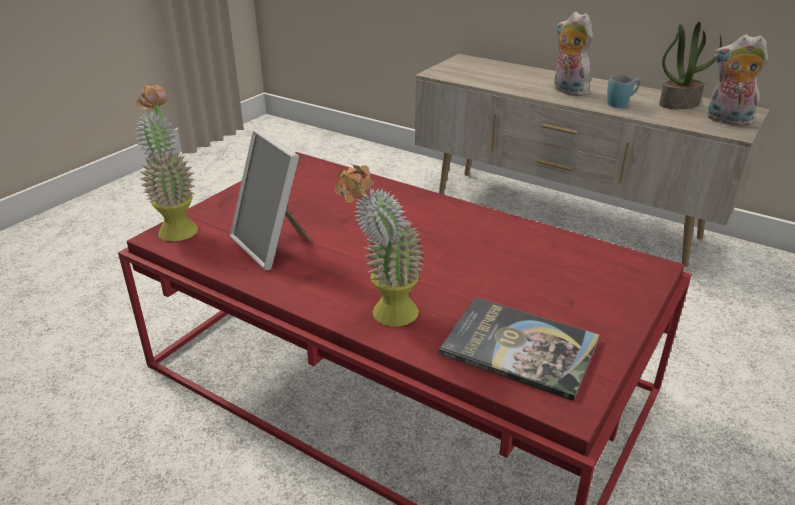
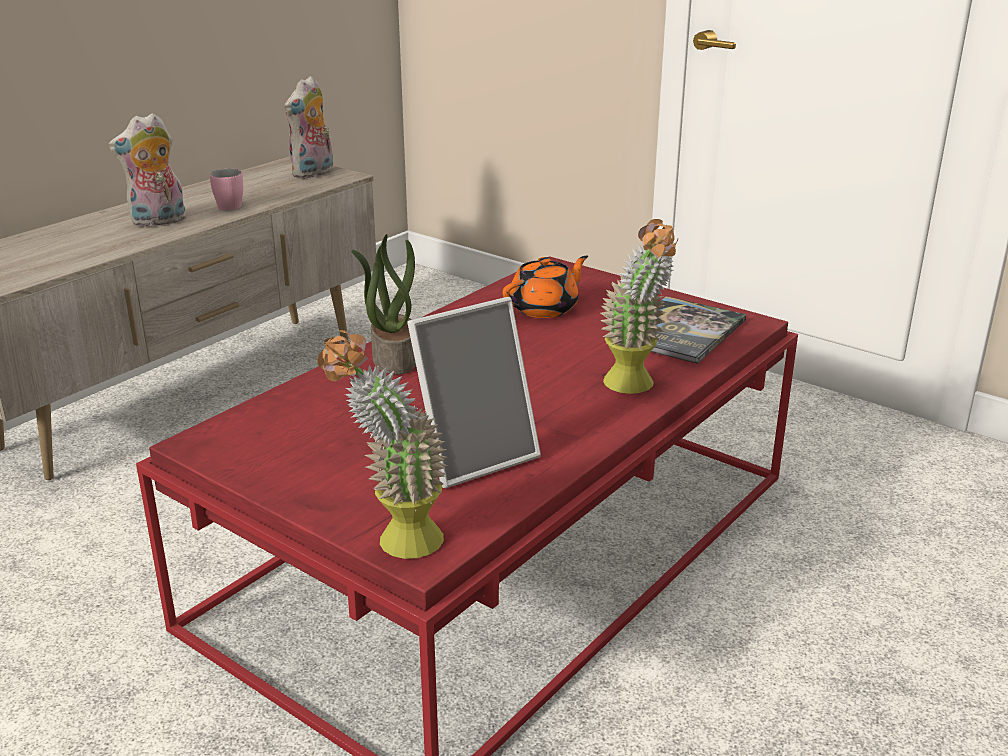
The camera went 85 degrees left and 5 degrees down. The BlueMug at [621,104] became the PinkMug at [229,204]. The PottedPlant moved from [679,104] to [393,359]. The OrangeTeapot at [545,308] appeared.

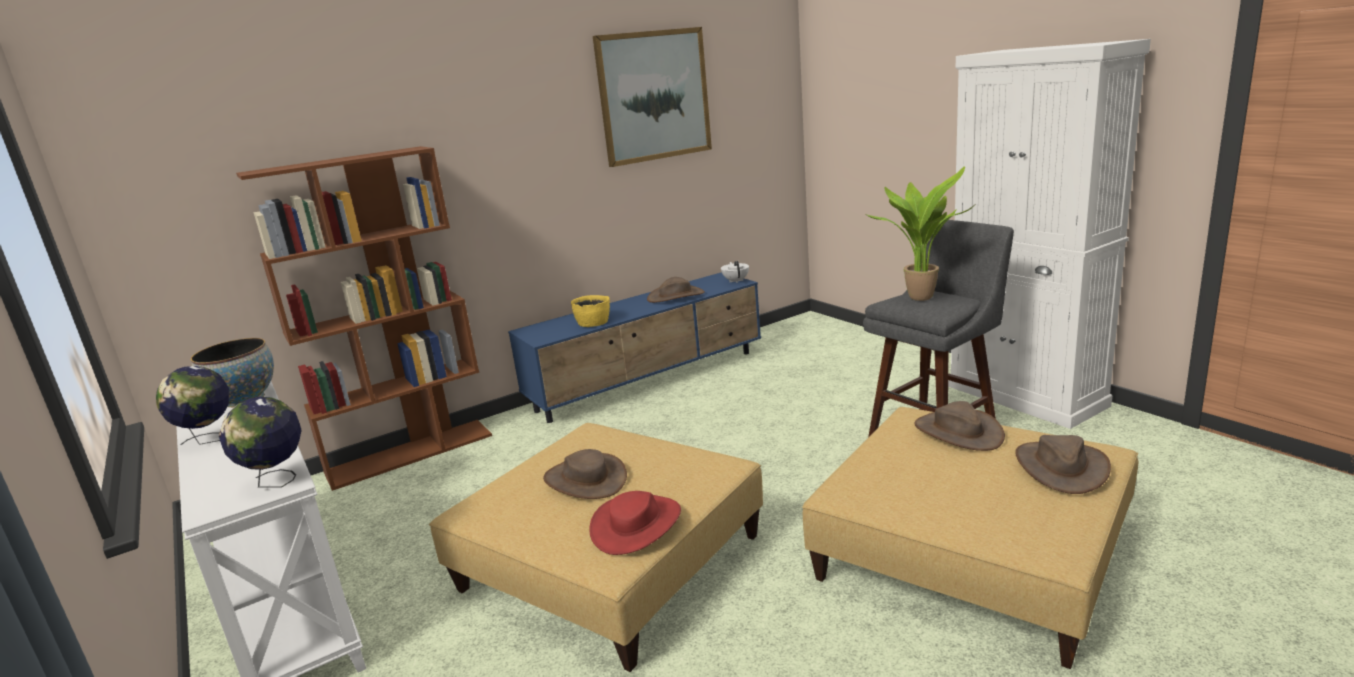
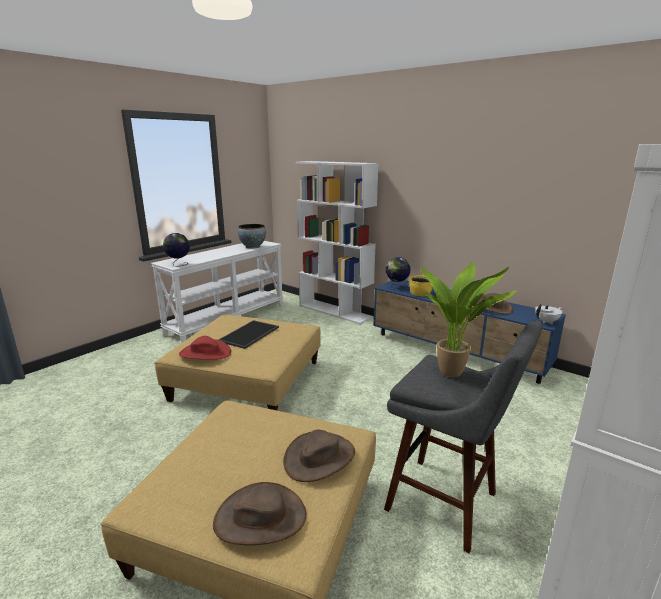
The camera went 70 degrees right and 0 degrees up. The BrownHat at [585,479] was replaced by the Tray at [249,334]. The BrownBookcase at [410,453] became the WhiteBookcase at [335,311]. The Globe moved from [208,440] to [396,287]. The Picture at [654,96] disappeared.

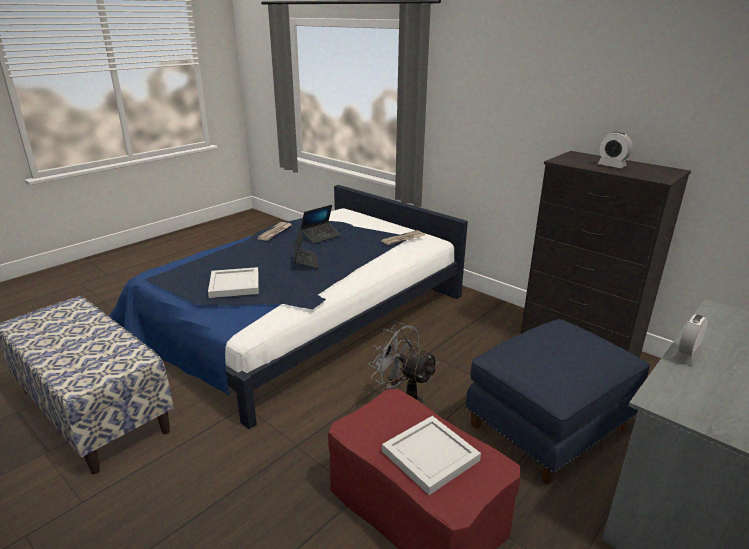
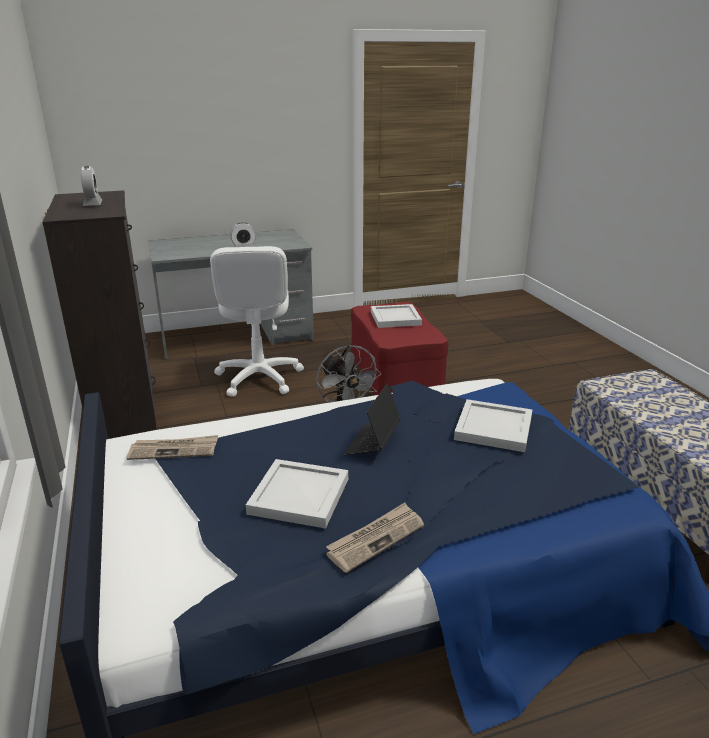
The camera went 150 degrees left and 0 degrees up. The BlueOttoman at [547,426] was replaced by the WhiteOfficeChair at [258,378]. The Laptop at [321,236] was replaced by the WhiteTray at [297,496].

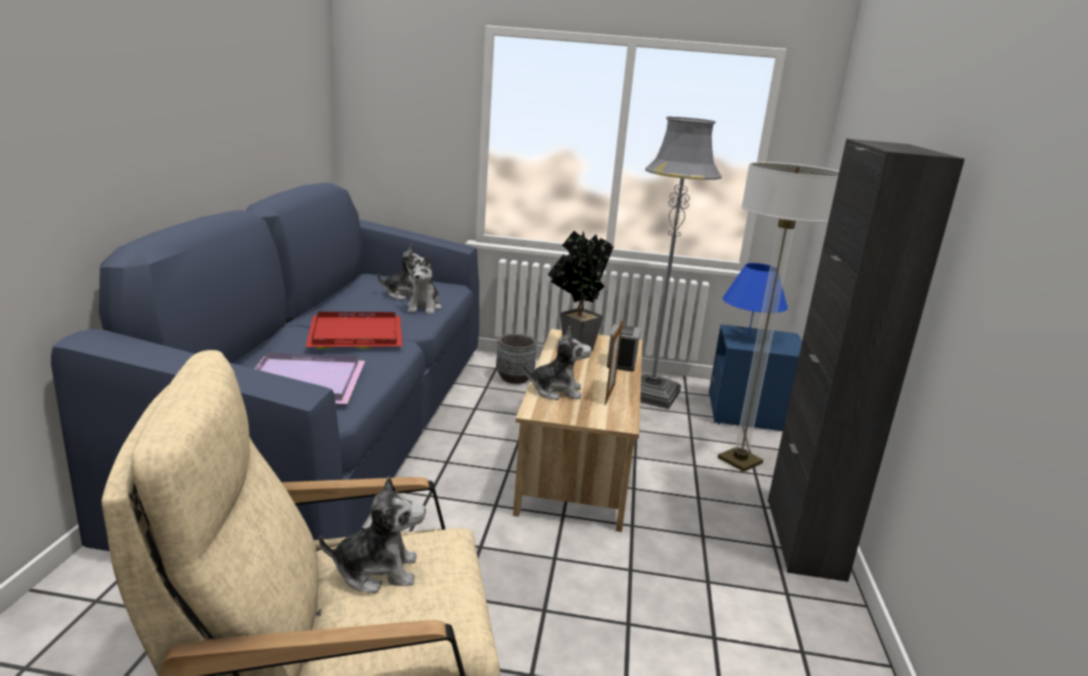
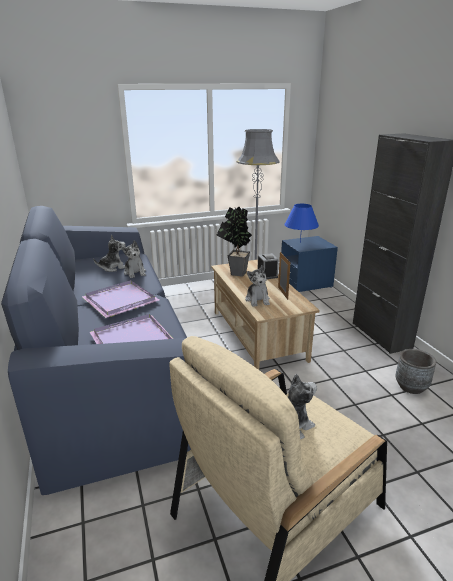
The camera went 25 degrees left and 5 degrees up. The RedTray at [357,333] became the PurpleTray at [121,300]. The PlushToy at [556,391] turned 105 degrees clockwise. The GreyPlanter moved from [514,378] to [411,386]. The FloorLamp at [739,461] disappeared.

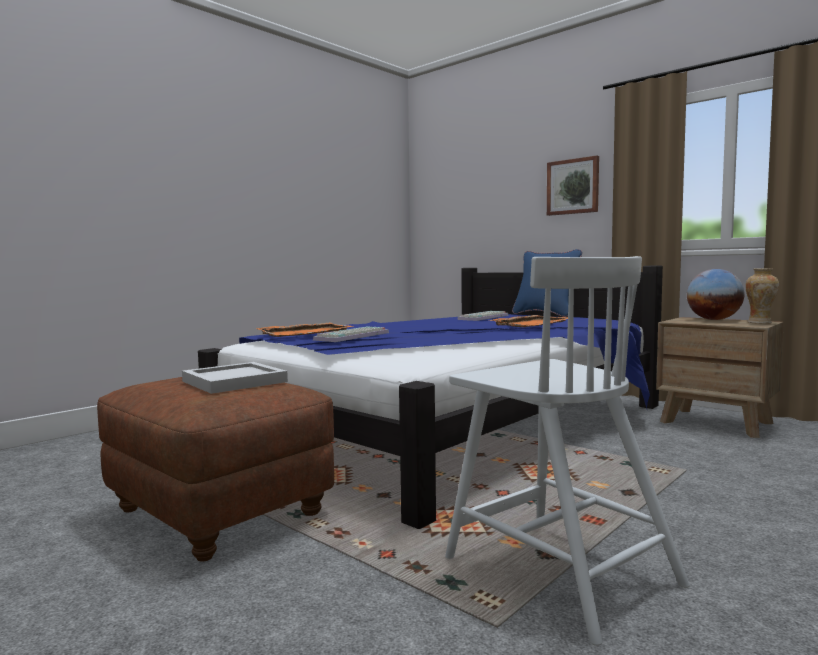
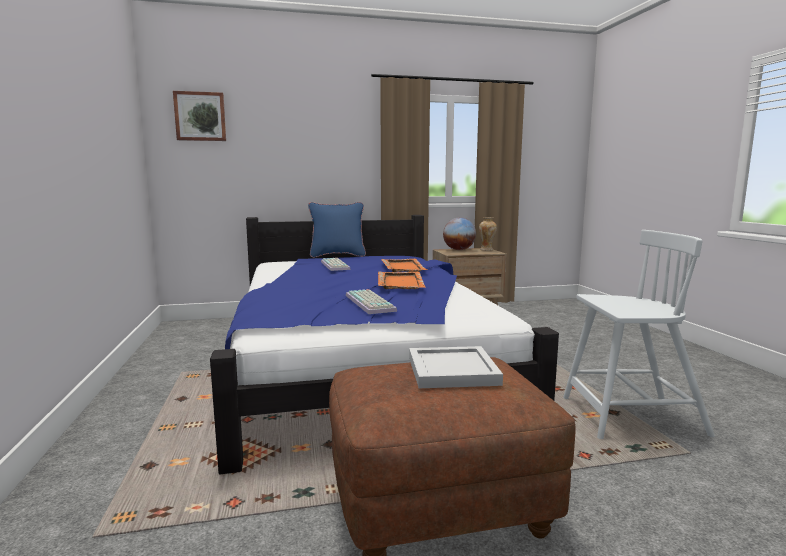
The camera went 55 degrees left and 5 degrees up. The Picture moved from [573,186] to [200,116]. The OrangeTray moved from [306,332] to [400,282].

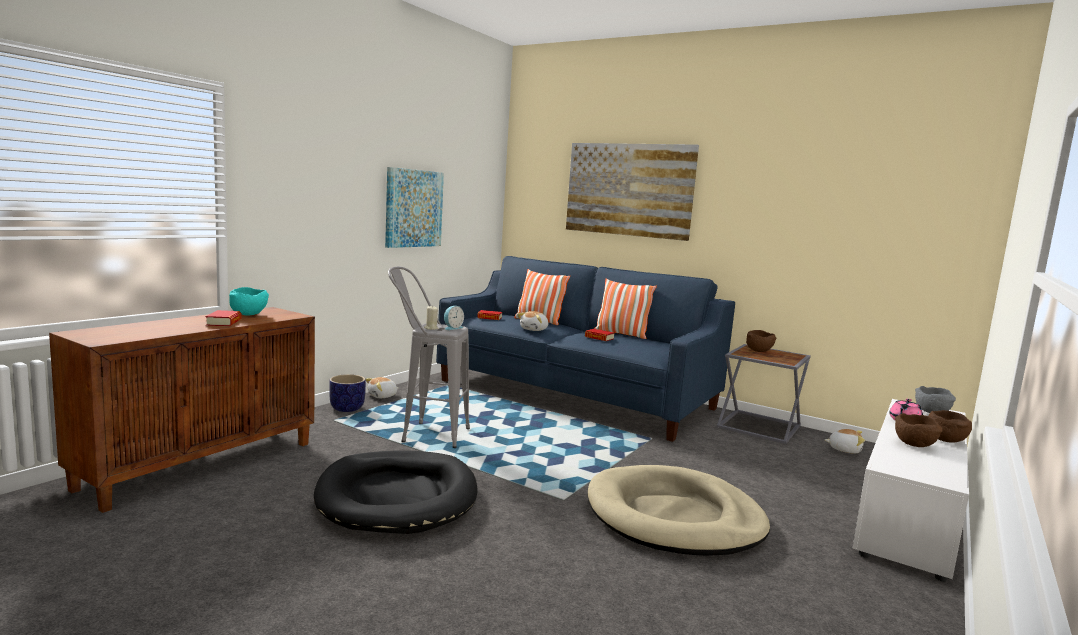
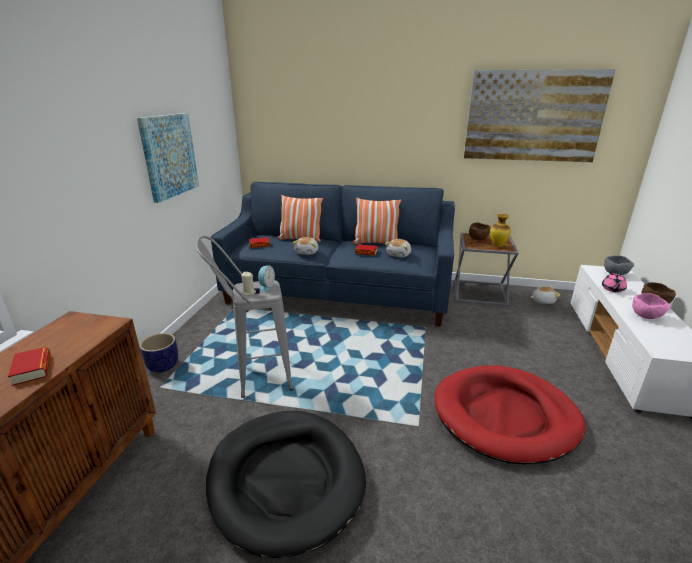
The camera went 20 degrees left and 15 degrees up. The PlushToy moved from [382,396] to [399,254]. The BeigeDogBed at [674,517] became the RedDogBed at [505,416]. The Picture moved from [629,190] to [533,116]. The Vase at [497,246] appeared. The BrownBowl at [915,445] became the PinkBowl at [646,316]. The TurquoiseBowl at [249,314] disappeared.

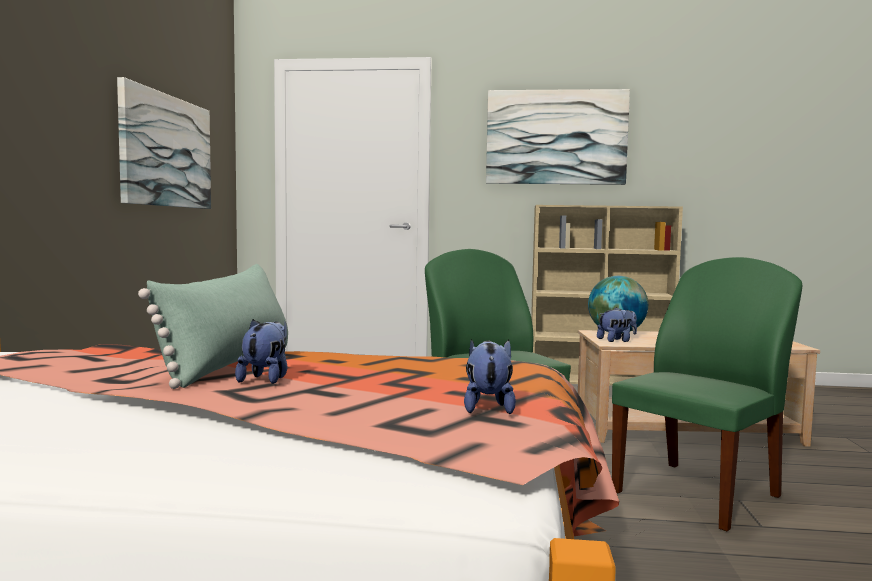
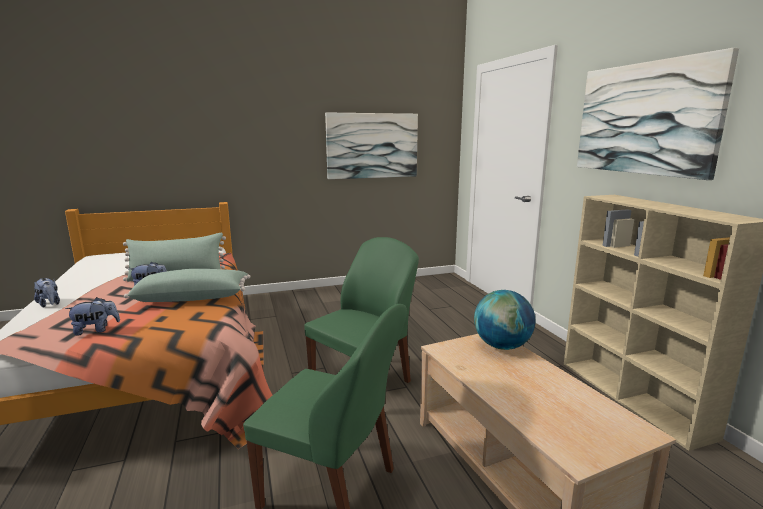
The camera went 65 degrees right and 10 degrees up. The PlushToy moved from [617,340] to [49,304]. The GreenPillow at [193,297] appeared.

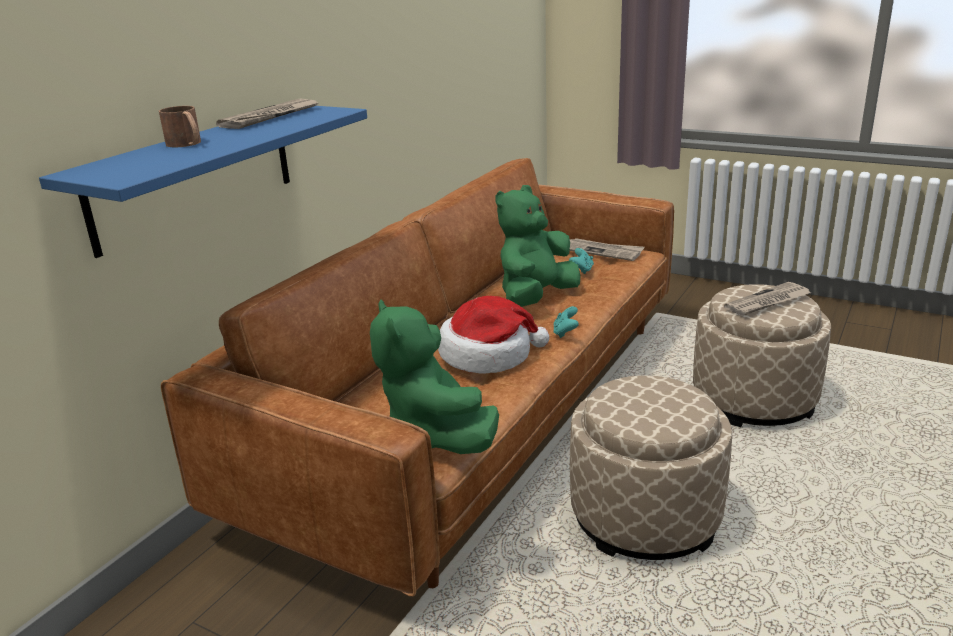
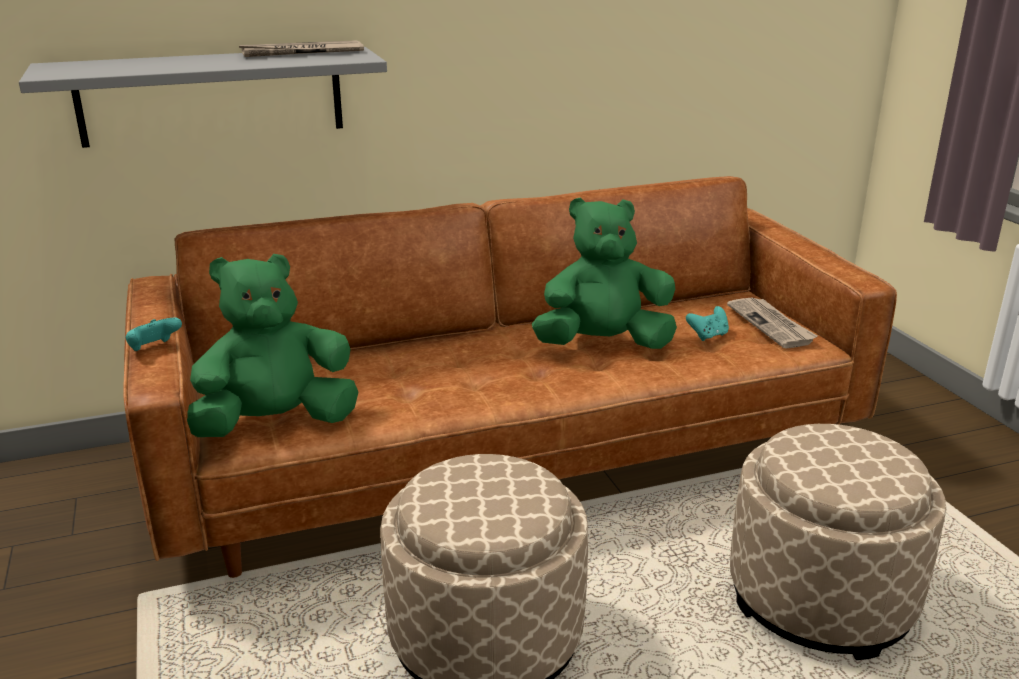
The camera went 40 degrees right and 0 degrees up. The BlueShelf at [195,175] became the GreyShelf at [212,96]. The TurquoiseGameController moved from [565,333] to [154,349]. The GreenPlushToy at [434,436] turned 45 degrees clockwise. The BrownMug at [187,144] disappeared. The Hat at [488,355] disappeared. The Newspaper at [768,302] disappeared.

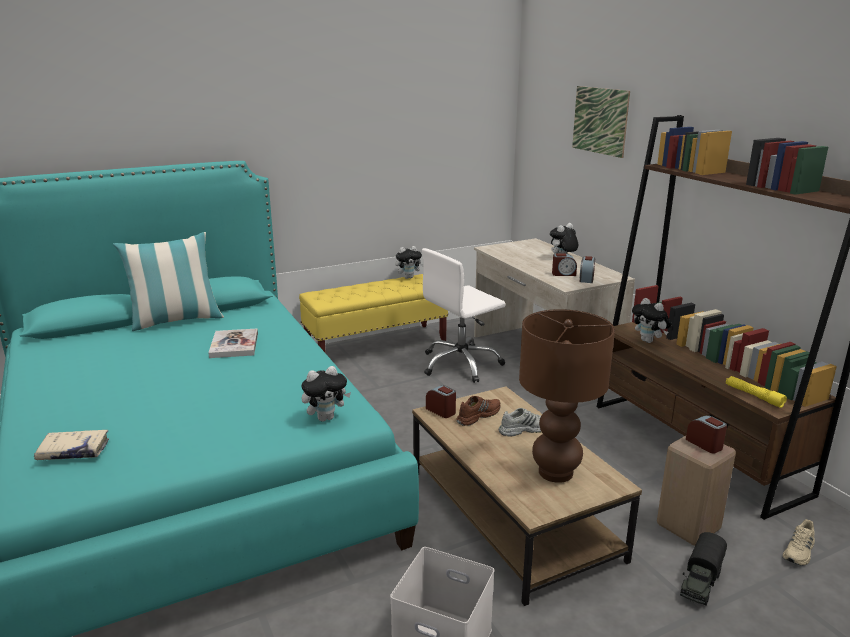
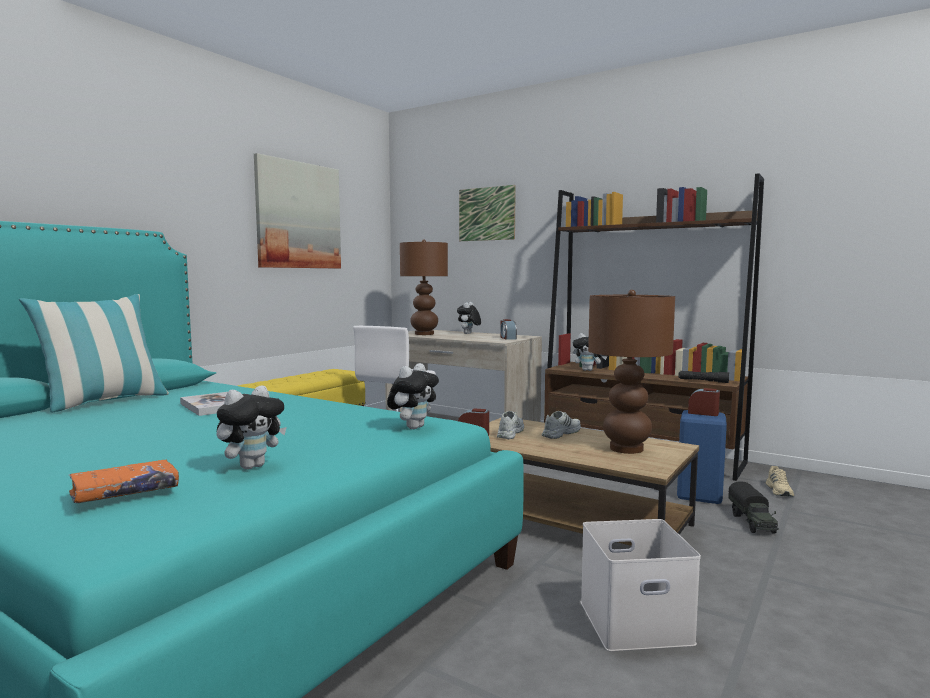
The camera went 30 degrees left and 15 degrees down. The BeigeBook at [73,451] became the OrangeBook at [125,492]. The PlushToy moved from [408,277] to [252,466]. The Picture at [298,215] appeared. The BrownTableLamp at [424,334] appeared. The BrownShoe at [478,415] became the WhiteShoe at [509,433]. The BeigeStool at [686,526] became the BlueStool at [698,496]. The YellowFlashlight at [753,396] became the BlackFlashlight at [703,381]. The AlarmClock at [563,274] disappeared.

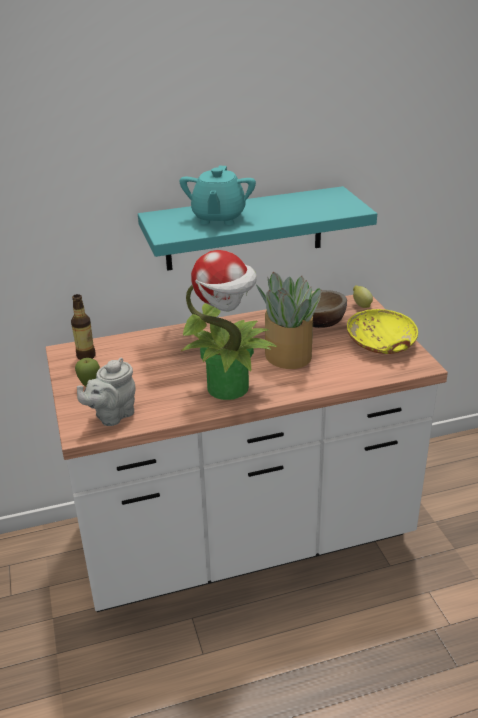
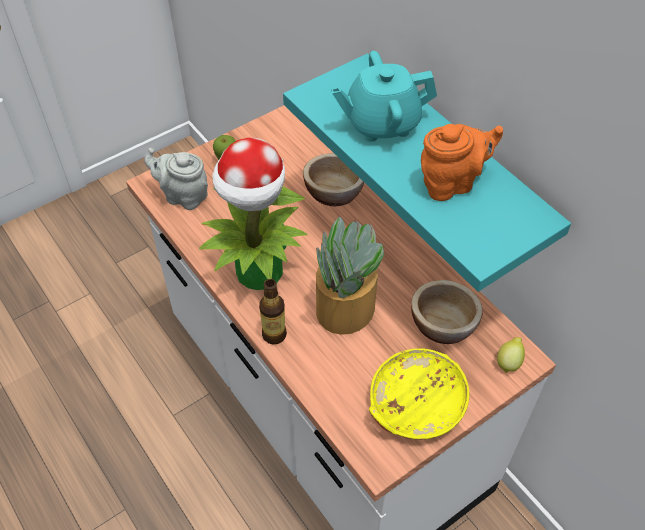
The camera went 70 degrees right and 20 degrees up. The Bottle moved from [86,356] to [274,335]. The Bowl at [334,192] appeared. The OrangeTeapot at [452,183] appeared.

